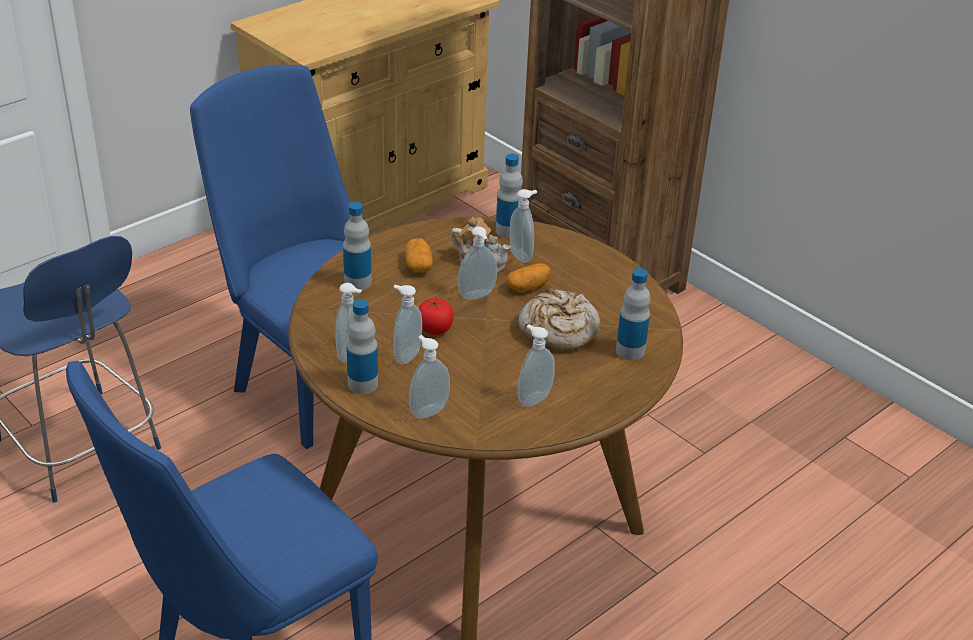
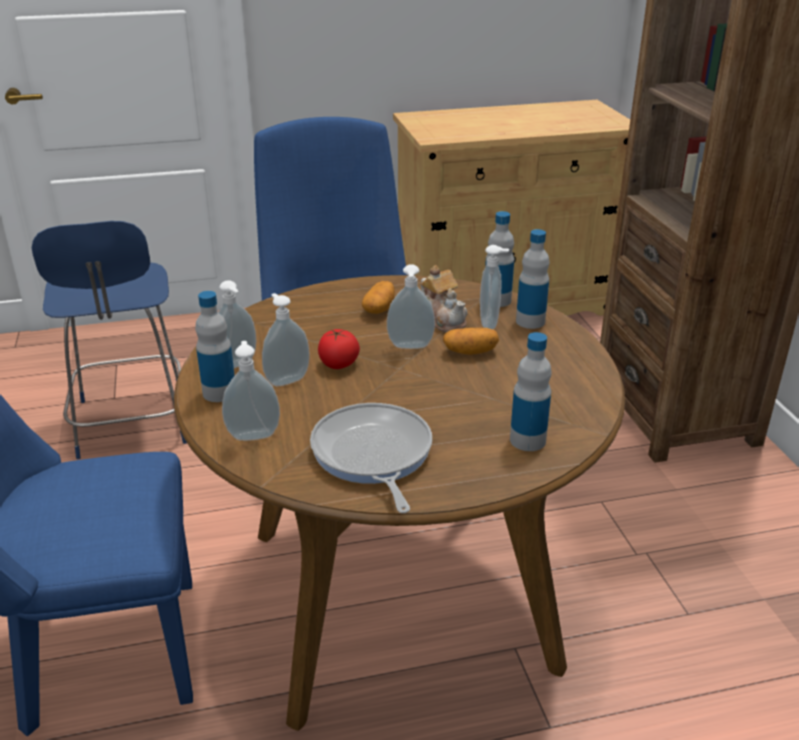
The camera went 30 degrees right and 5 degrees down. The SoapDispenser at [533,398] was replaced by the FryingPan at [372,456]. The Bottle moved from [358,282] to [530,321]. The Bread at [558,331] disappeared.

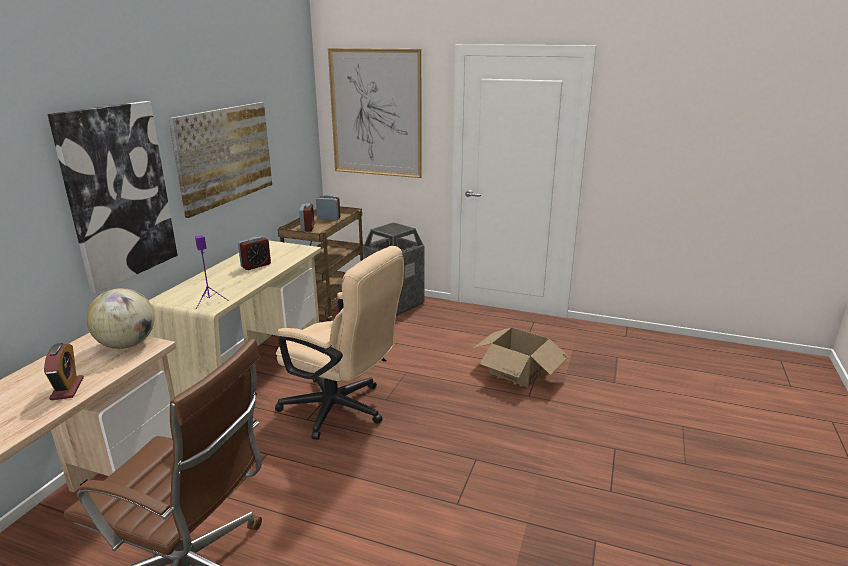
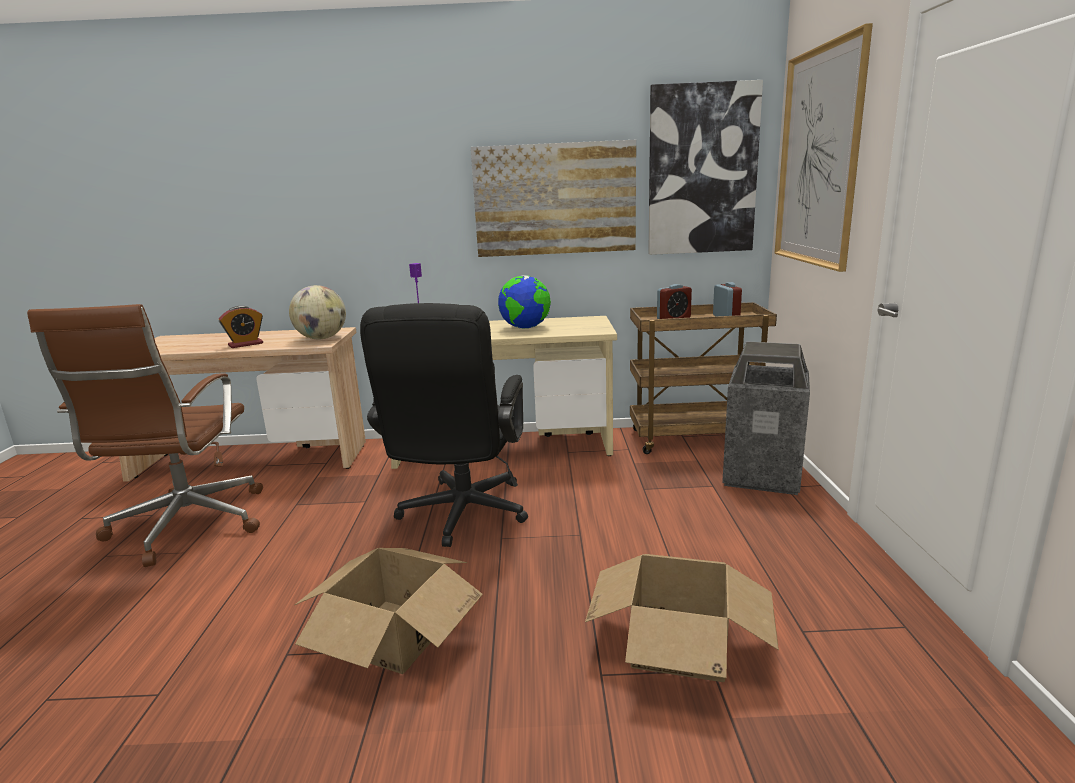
The camera went 70 degrees right and 5 degrees down. The CardboardBox at [394,634] appeared. The BeigeOfficeChair at [342,410] became the BlackOfficeChair at [460,517]. The AlarmClock at [256,265] was replaced by the Globe at [525,328]. The Picture moved from [118,194] to [702,170].

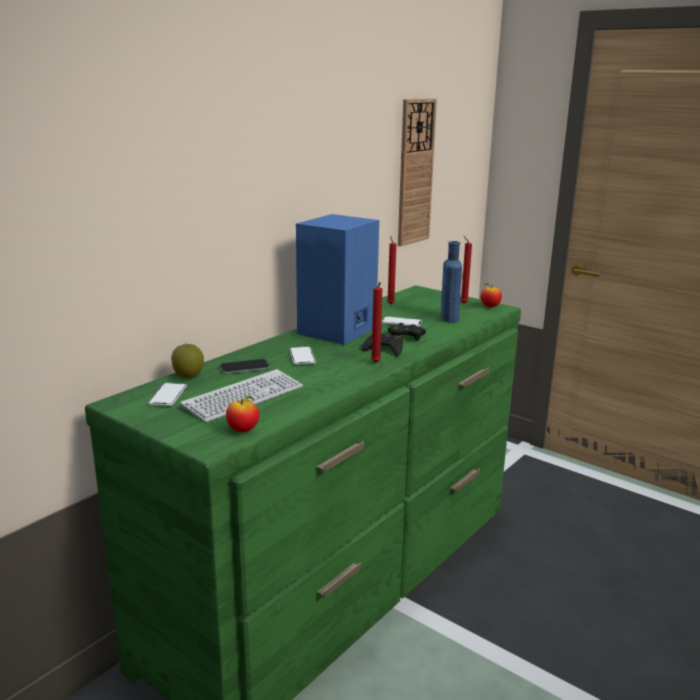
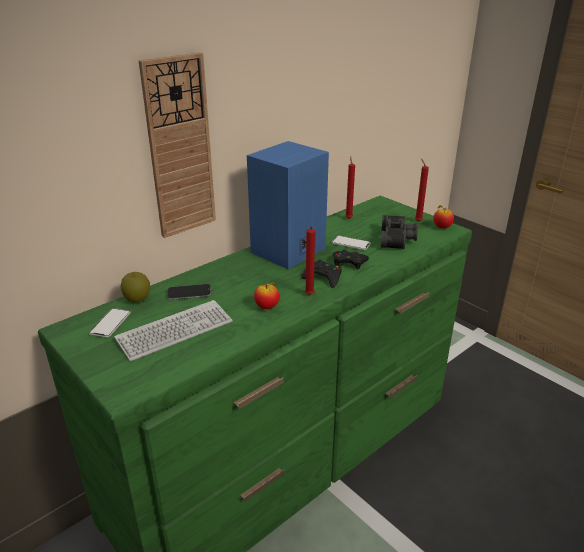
The camera went 10 degrees right and 10 degrees up. The WallClock moved from [415,172] to [179,148]. The Apple moved from [243,430] to [267,307]. The BlueBottle at [449,317] was replaced by the BlackBinoculars at [398,239]. The Phone at [302,357] disappeared.

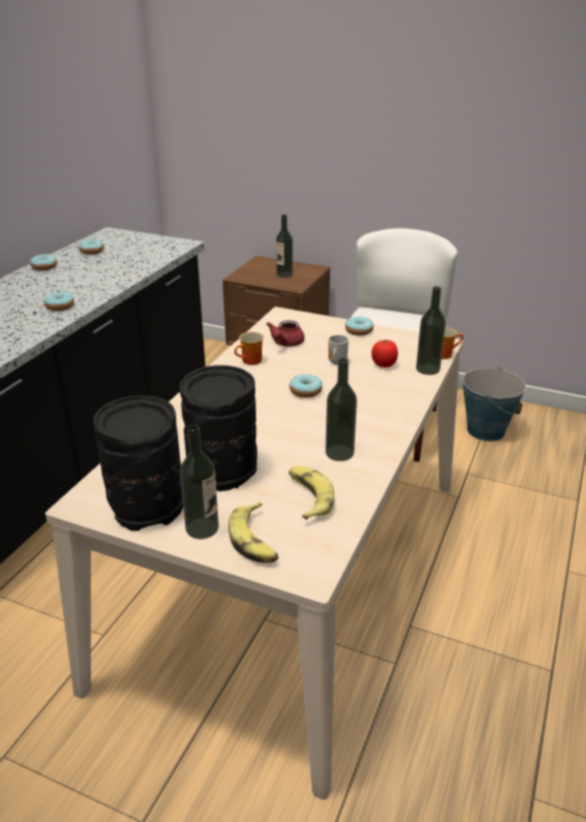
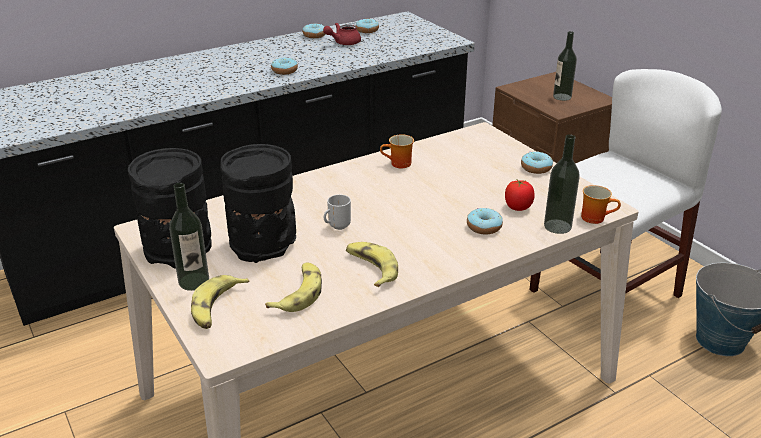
The camera went 35 degrees right and 0 degrees up. The RedTeapot moved from [285,343] to [343,43]. The Mug moved from [336,363] to [337,226]. The Bottle at [339,453] was replaced by the Banana at [371,269]. The Donut moved from [305,391] to [484,227].

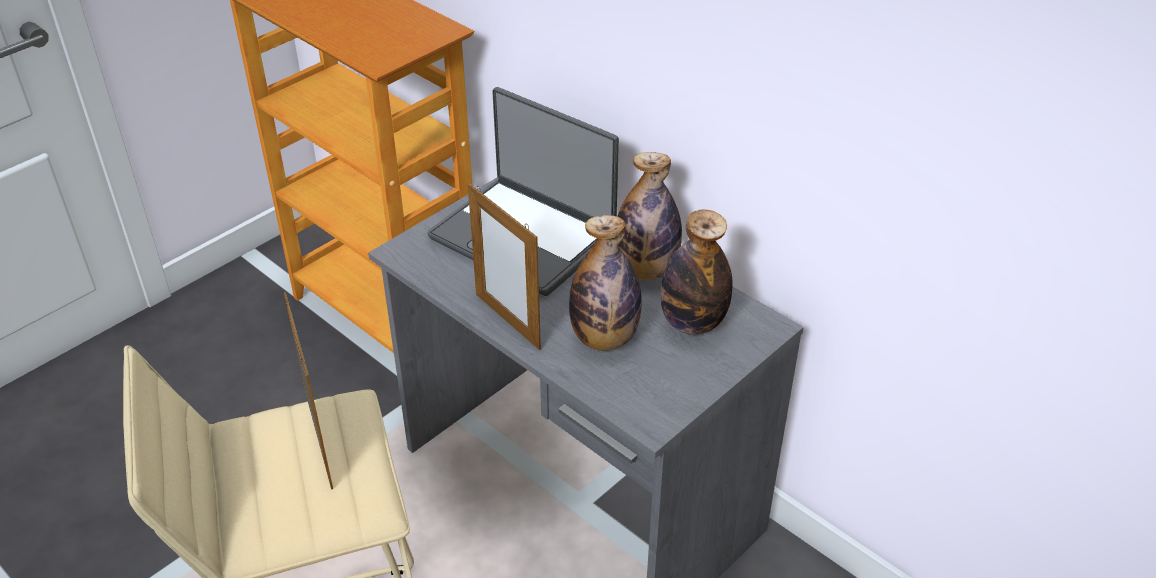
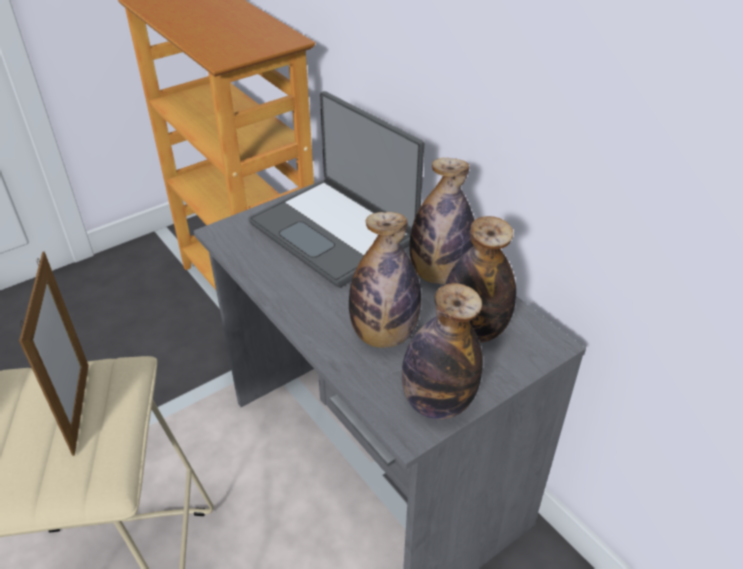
The camera went 10 degrees right and 0 degrees up. The Bottle at [437,402] appeared. The PictureFrame at [507,321] disappeared.

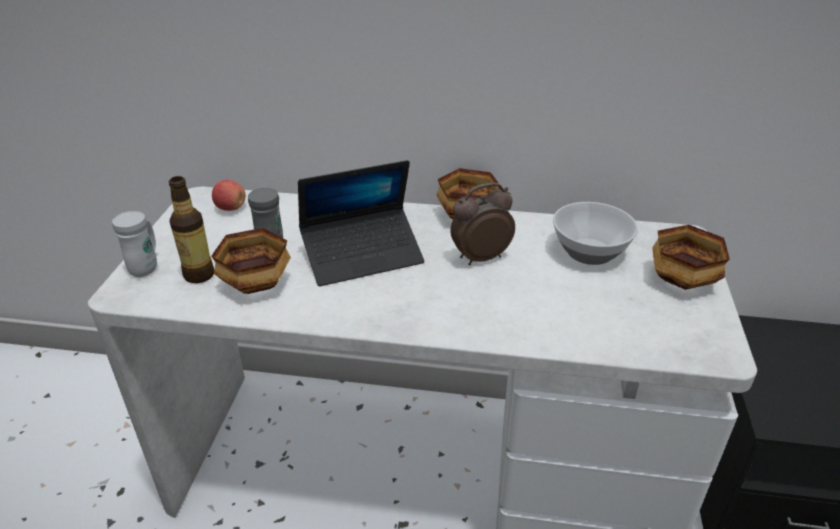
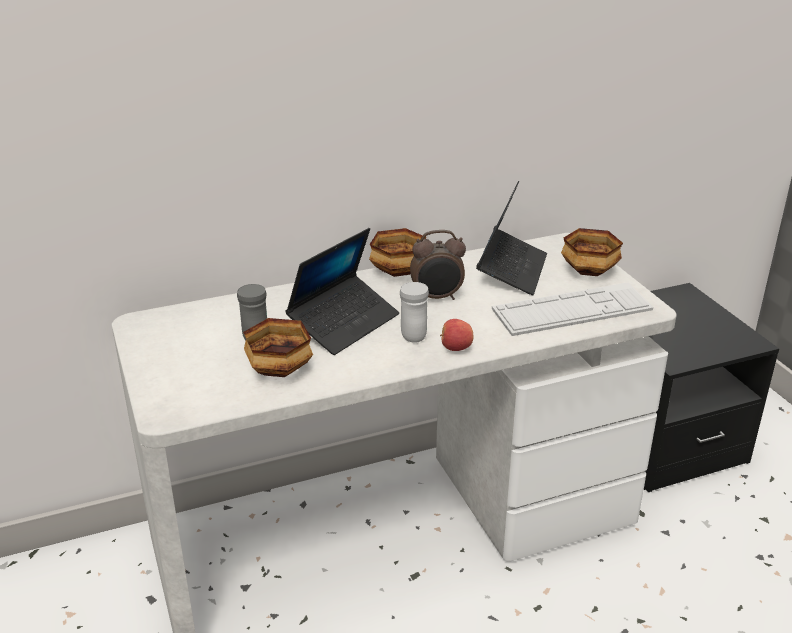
The camera went 30 degrees left and 5 degrees down. The WhiteMug moved from [146,266] to [411,334]. The AlarmClock at [479,257] turned 135 degrees counterclockwise. The Apple moved from [231,208] to [456,348]. The Bowl at [590,251] was replaced by the Laptop at [512,270]. The Keyboard at [572,310] appeared. The Bottle at [199,275] disappeared.

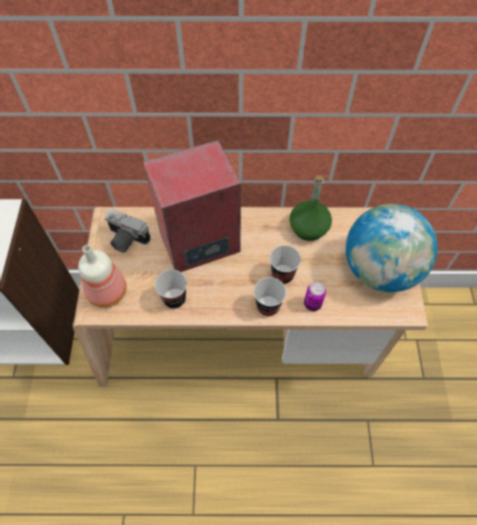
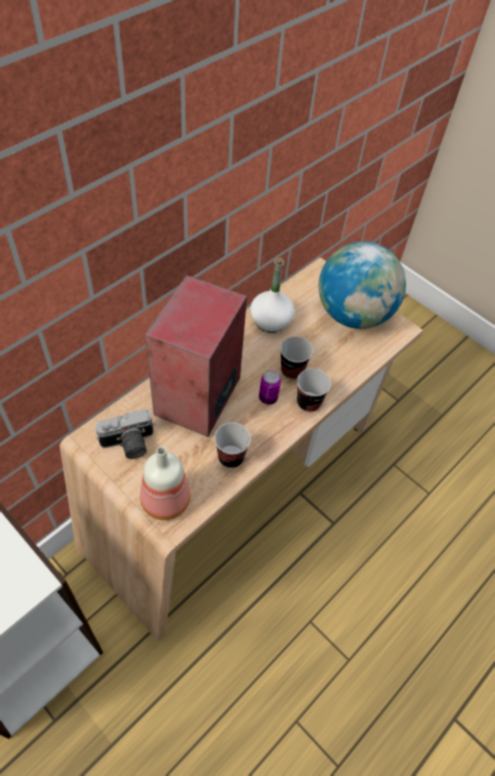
The camera went 50 degrees left and 5 degrees down. The GreenBottle at [308,228] became the WhiteBottle at [270,320]. The Can moved from [312,304] to [268,398].

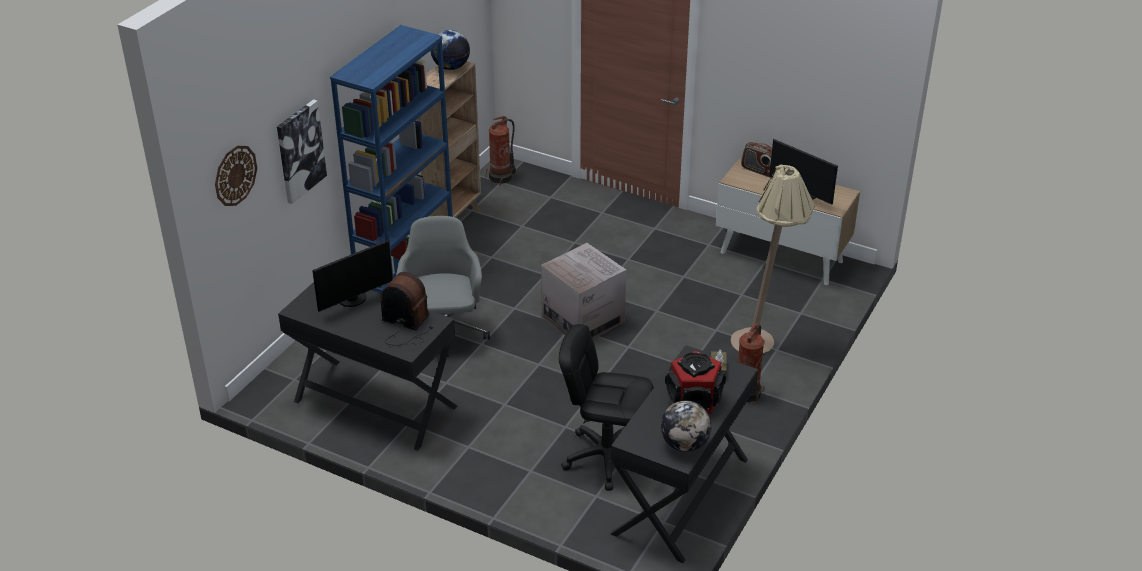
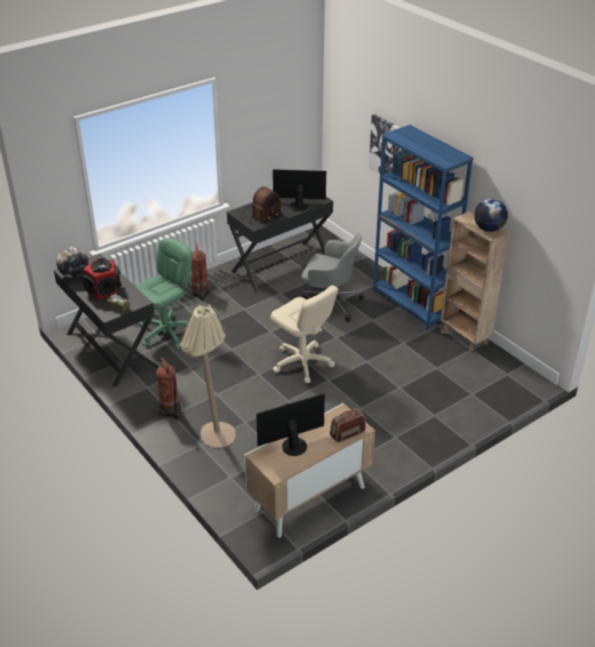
The camera went 115 degrees right and 0 degrees up. The BlackOfficeChair at [606,457] became the GreenOfficeChair at [167,332]. The FireExtinguisher moved from [502,177] to [200,293]. The CardboardBox at [583,319] was replaced by the BeigeOfficeChair at [302,363]. The Monitor at [353,299] turned 105 degrees clockwise. The WallClock at [235,175] disappeared.

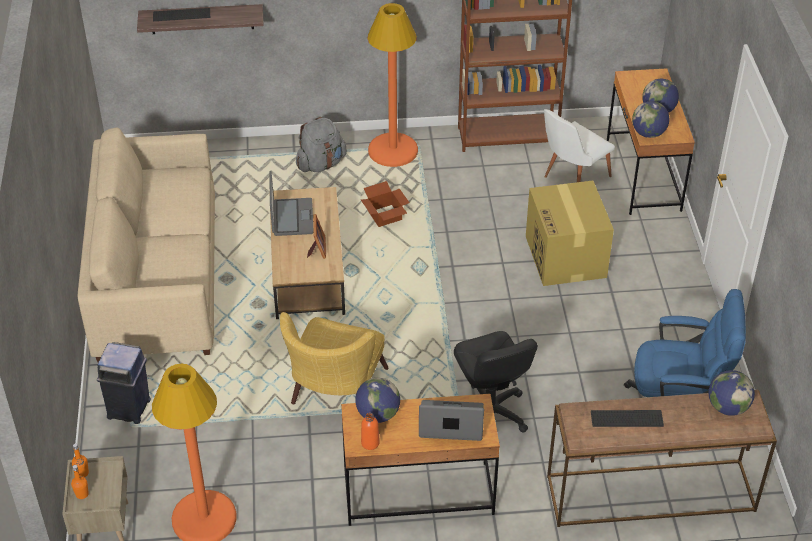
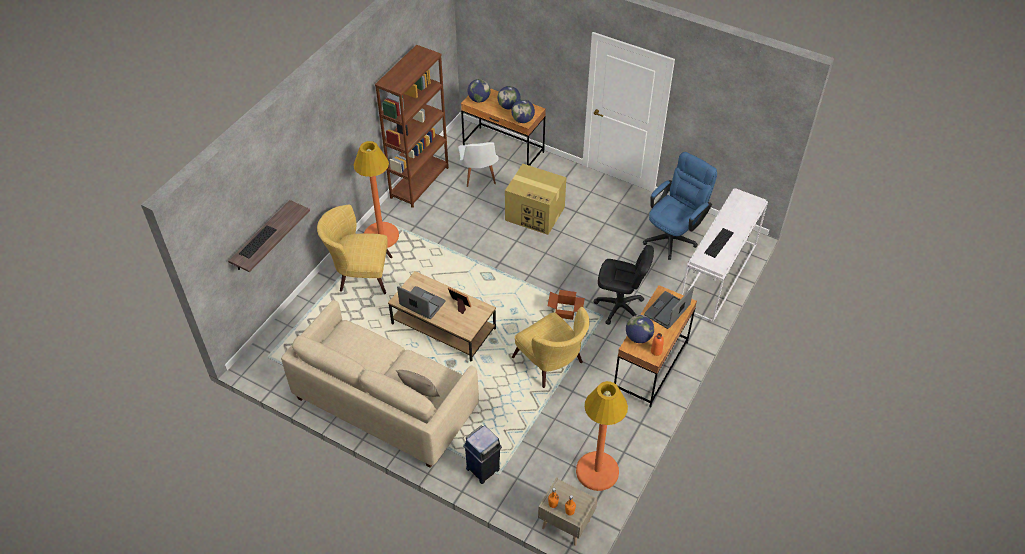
The camera went 55 degrees left and 5 degrees up. The GreyBackpack at [321,164] was replaced by the YellowArmchair at [359,273]. The BeigePillow at [419,392] appeared. The Globe moved from [727,407] to [479,99]. The CardboardBox moved from [385,217] to [565,312]. The BrownConsoleTable at [649,495] became the WhiteConsoleTable at [718,277].

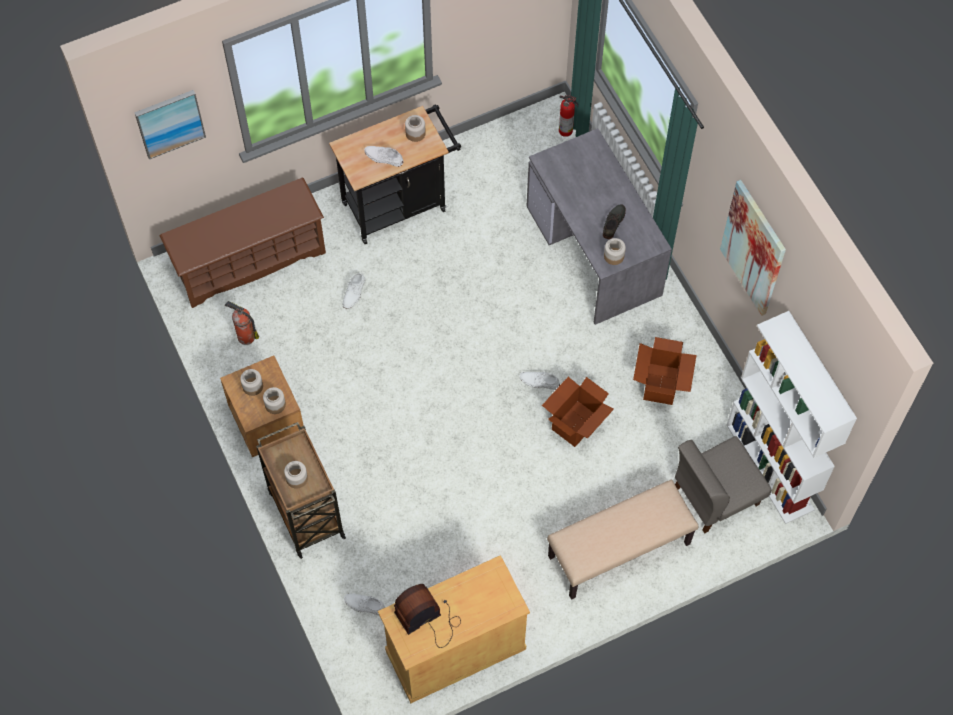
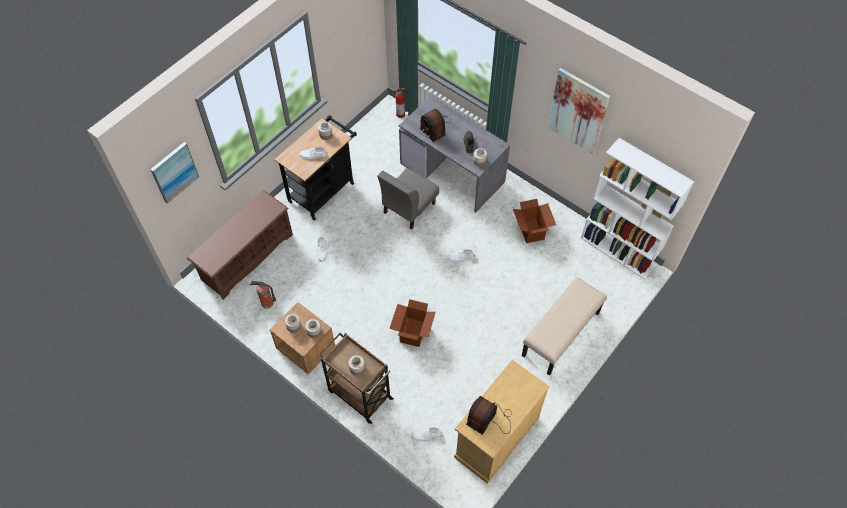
The camera went 25 degrees left and 5 degrees down. The GreyChair moved from [715,495] to [408,208]. The CardboardBox moved from [575,423] to [412,332]. The Radio at [434,127] appeared.

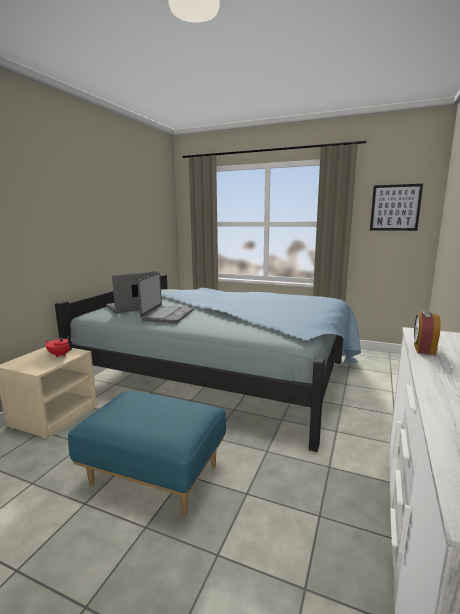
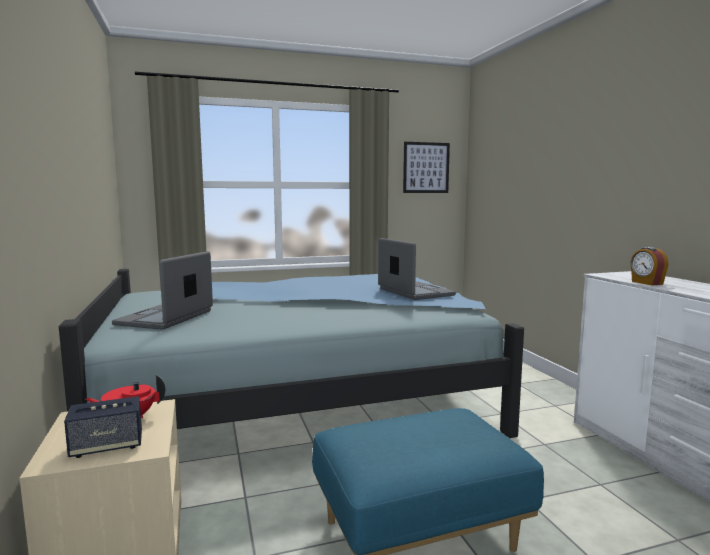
The camera went 40 degrees left and 5 degrees down. The Speaker at [107,446] appeared. The Laptop moved from [167,315] to [414,292].

